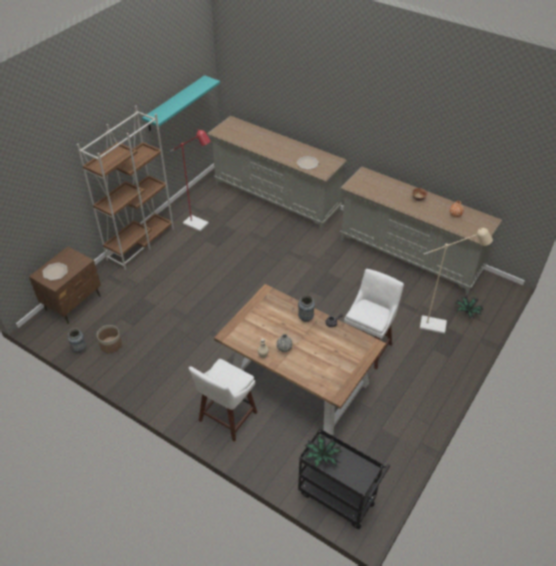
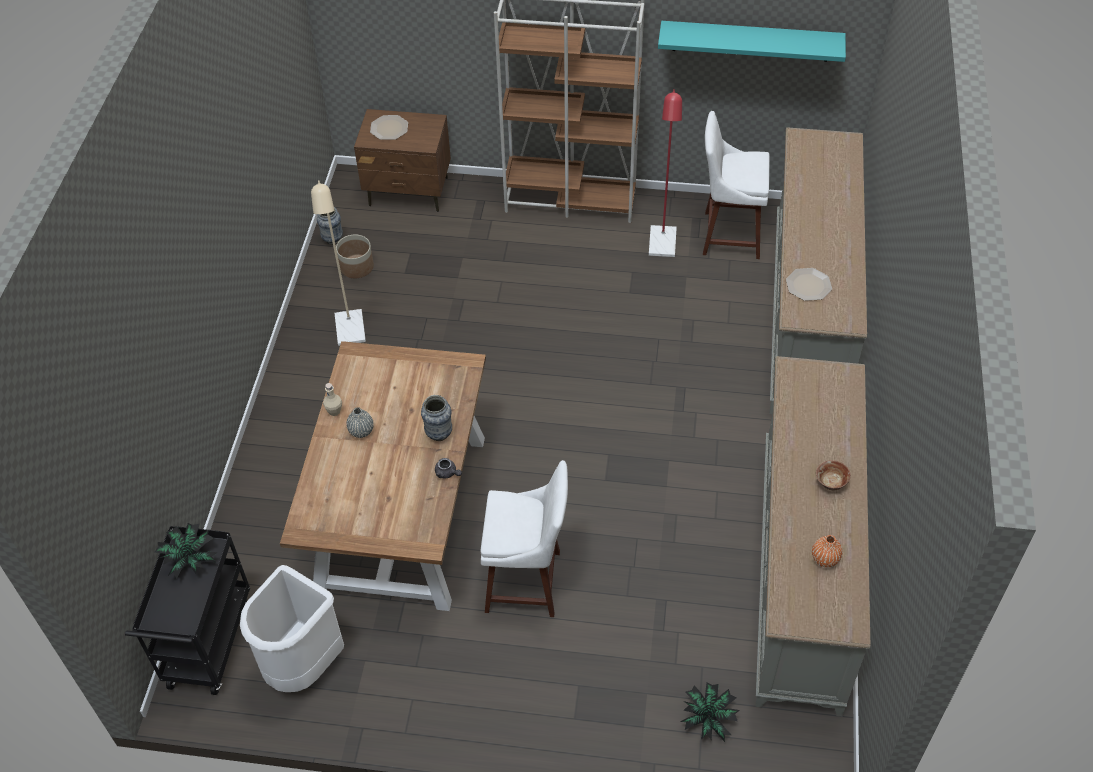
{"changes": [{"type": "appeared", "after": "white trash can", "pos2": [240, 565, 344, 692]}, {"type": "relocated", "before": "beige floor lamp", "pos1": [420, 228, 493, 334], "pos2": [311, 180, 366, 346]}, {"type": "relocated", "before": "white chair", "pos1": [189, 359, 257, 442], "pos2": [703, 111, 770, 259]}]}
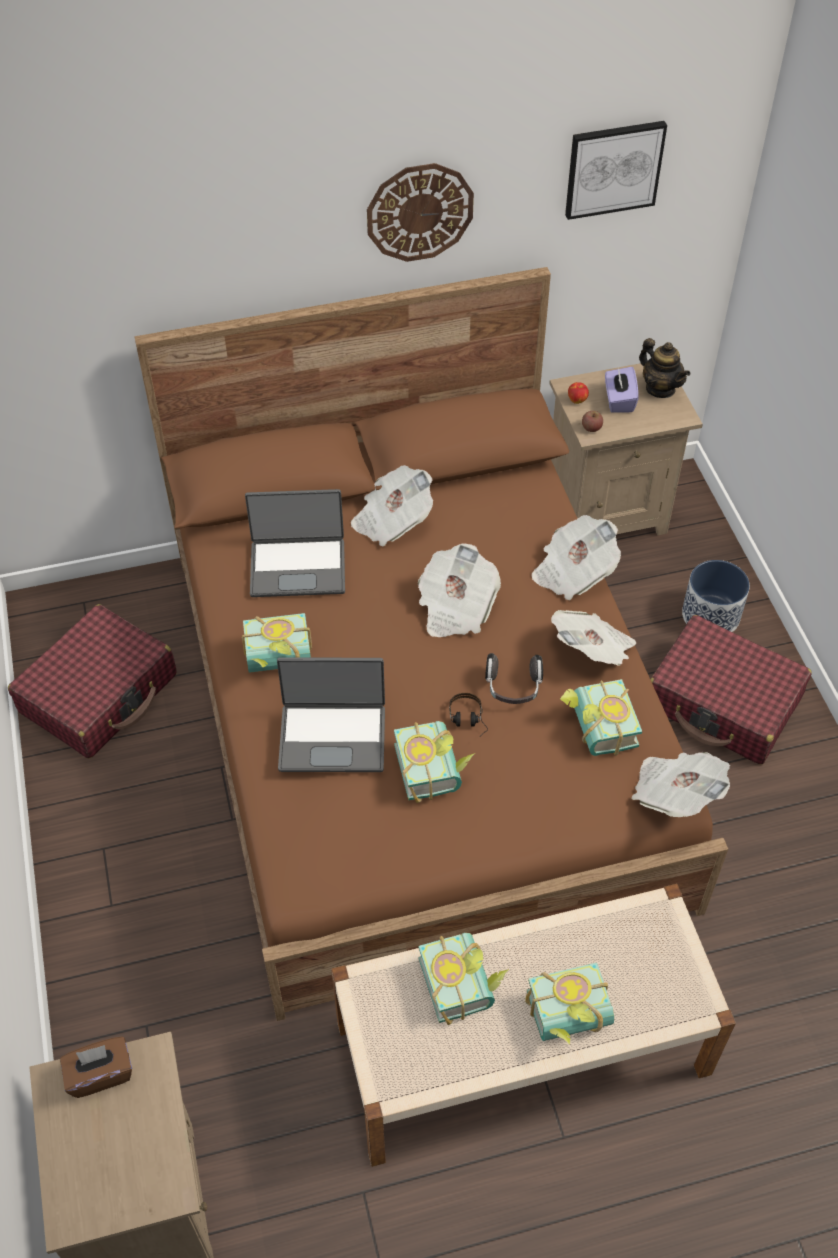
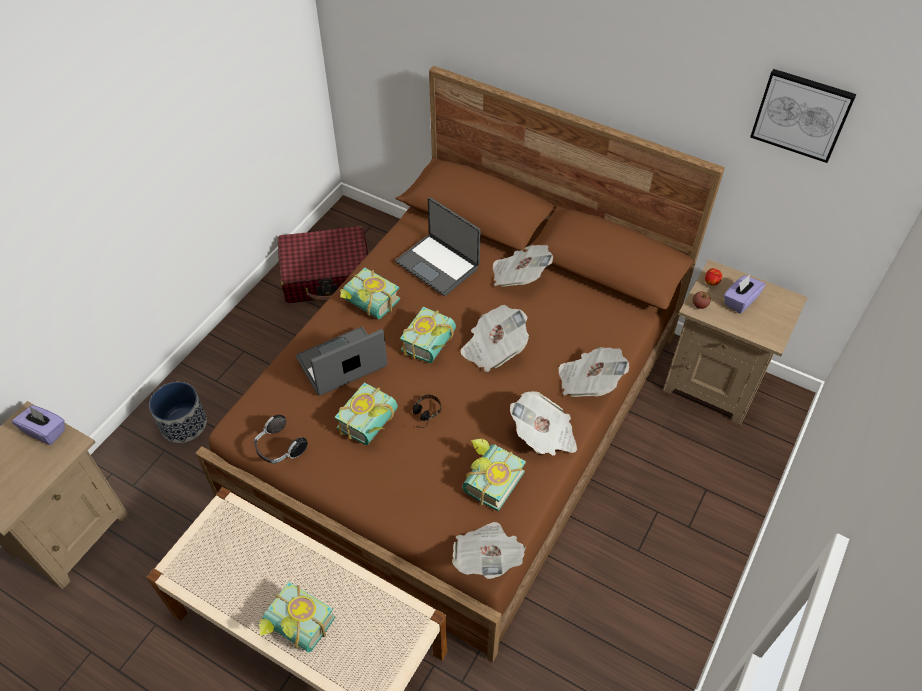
{"changes": [{"type": "colour", "before": "brown tissue box", "after": "purple tissue box", "pos1": [60, 1036, 132, 1098], "pos2": [12, 405, 65, 445]}, {"type": "relocated", "before": "planter", "pos1": [682, 560, 750, 632], "pos2": [149, 382, 207, 443]}, {"type": "relocated", "before": "headphones", "pos1": [485, 653, 543, 704], "pos2": [254, 415, 308, 463]}, {"type": "spun", "before": "laptop", "pos1": [277, 657, 385, 772], "pos2": [296, 327, 387, 396], "turn": 105}, {"type": "relocated", "before": "book", "pos1": [419, 933, 509, 1025], "pos2": [400, 307, 456, 363]}, {"type": "missing", "before": "wall clock", "pos1": [367, 163, 474, 262]}, {"type": "missing", "before": "teapot", "pos1": [639, 338, 690, 398]}, {"type": "missing", "before": "red suitcase", "pos1": [650, 615, 812, 765]}]}
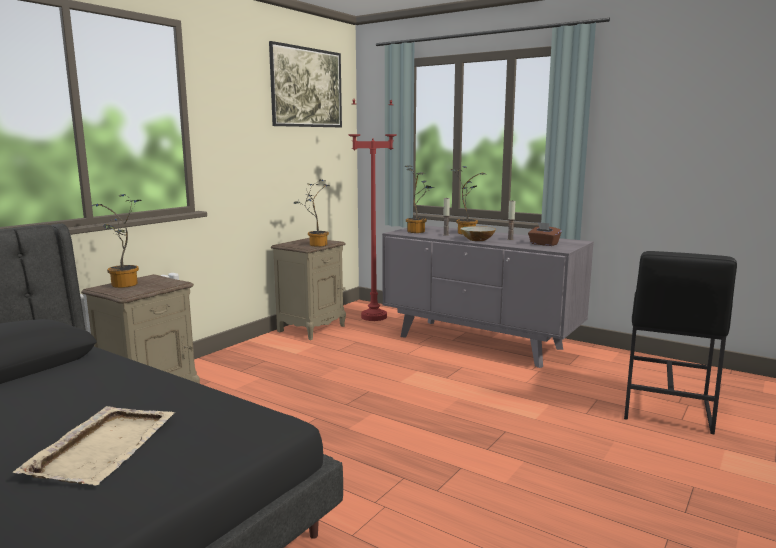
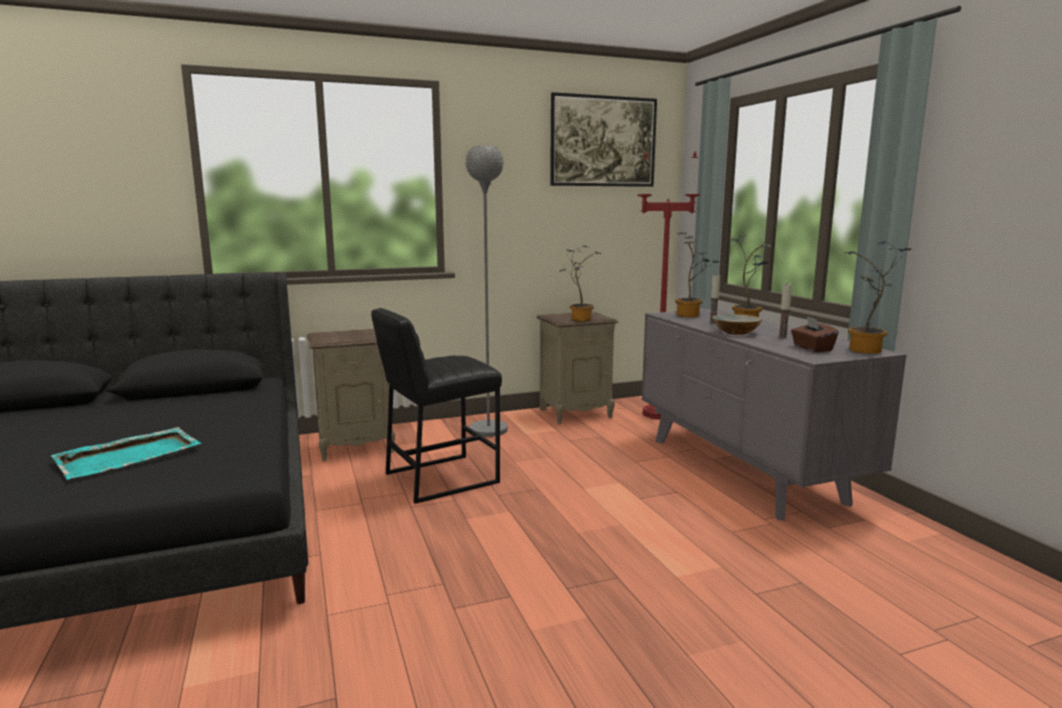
{"changes": [{"type": "colour", "before": "beige tray", "after": "turquoise tray", "pos1": [13, 406, 175, 485], "pos2": [51, 427, 201, 480]}, {"type": "relocated", "before": "black chair", "pos1": [624, 251, 737, 434], "pos2": [371, 308, 502, 504]}, {"type": "appeared", "after": "grey floor lamp", "pos2": [466, 145, 508, 437]}, {"type": "relocated", "before": "potted plant", "pos1": [91, 194, 142, 288], "pos2": [844, 241, 911, 354]}]}
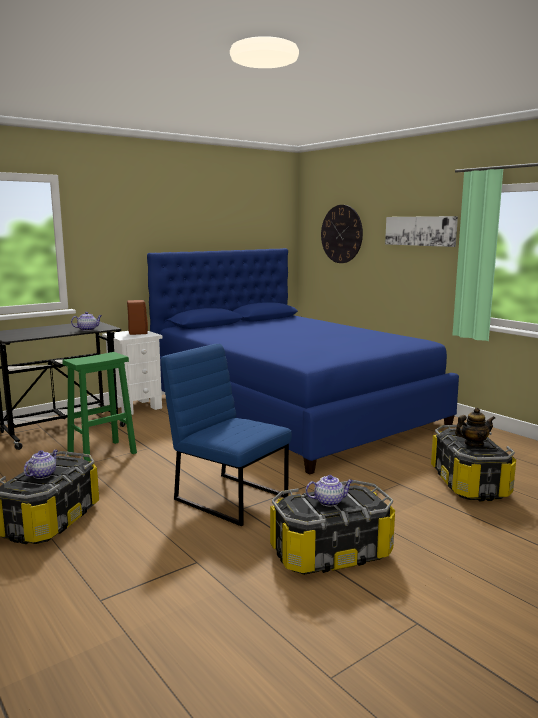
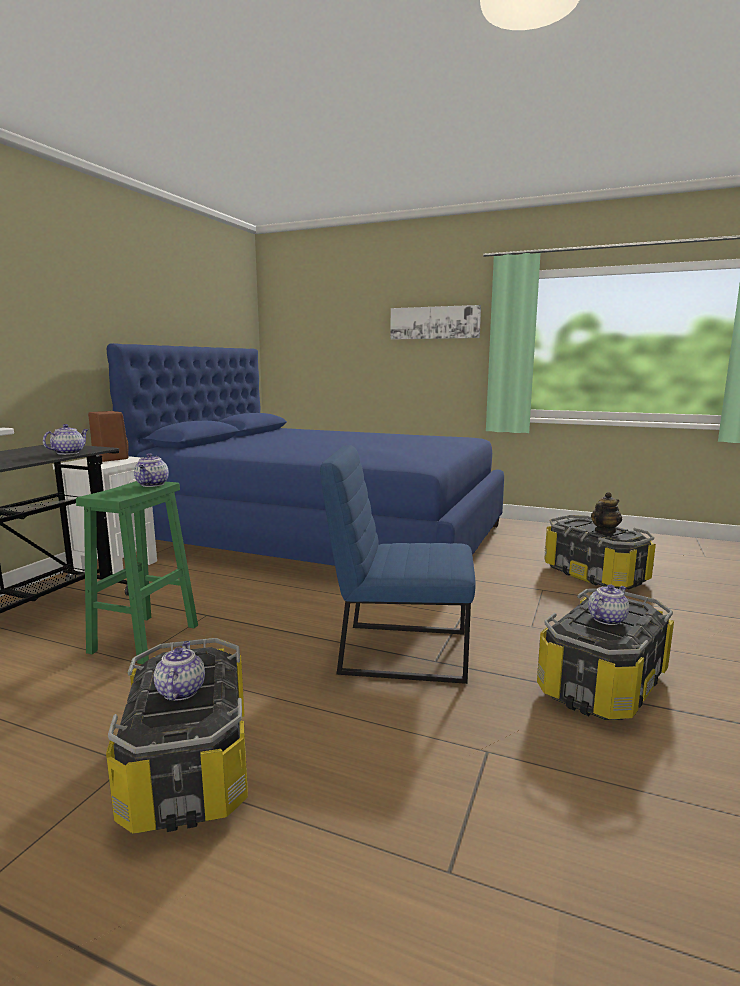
{"changes": [{"type": "appeared", "after": "teapot", "pos2": [134, 453, 169, 487]}, {"type": "missing", "before": "wall clock", "pos1": [321, 205, 363, 263]}]}
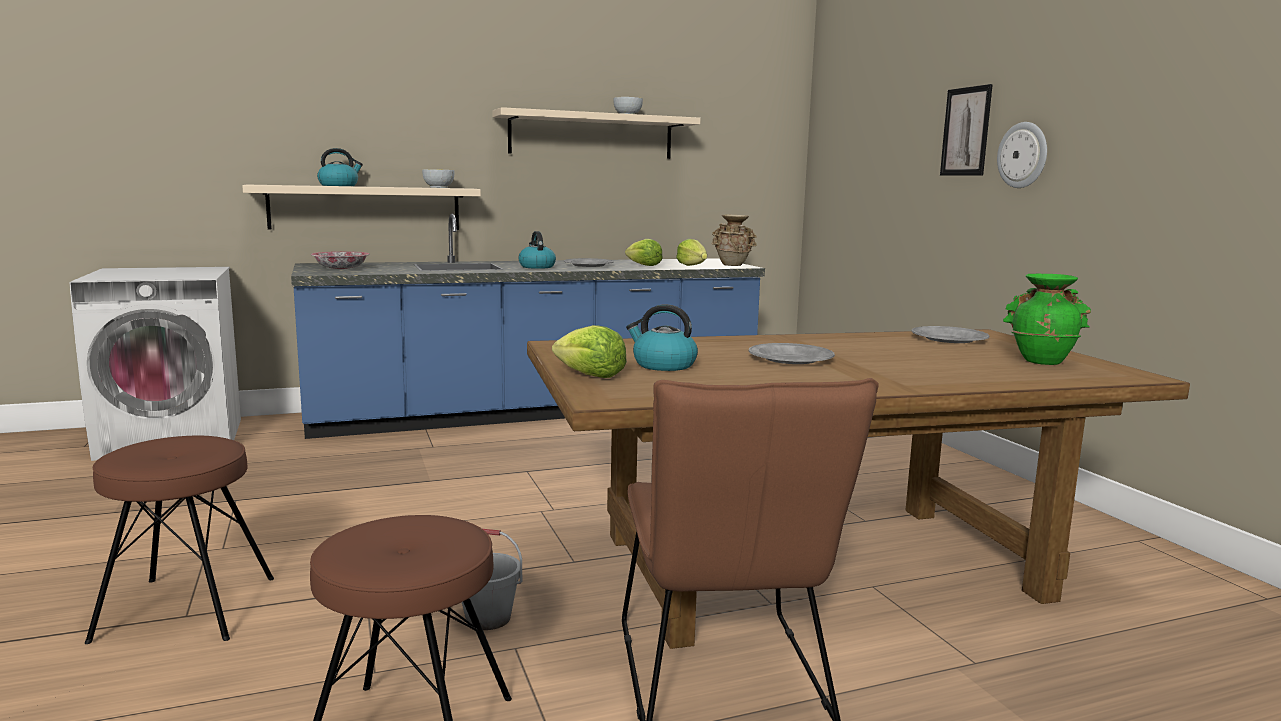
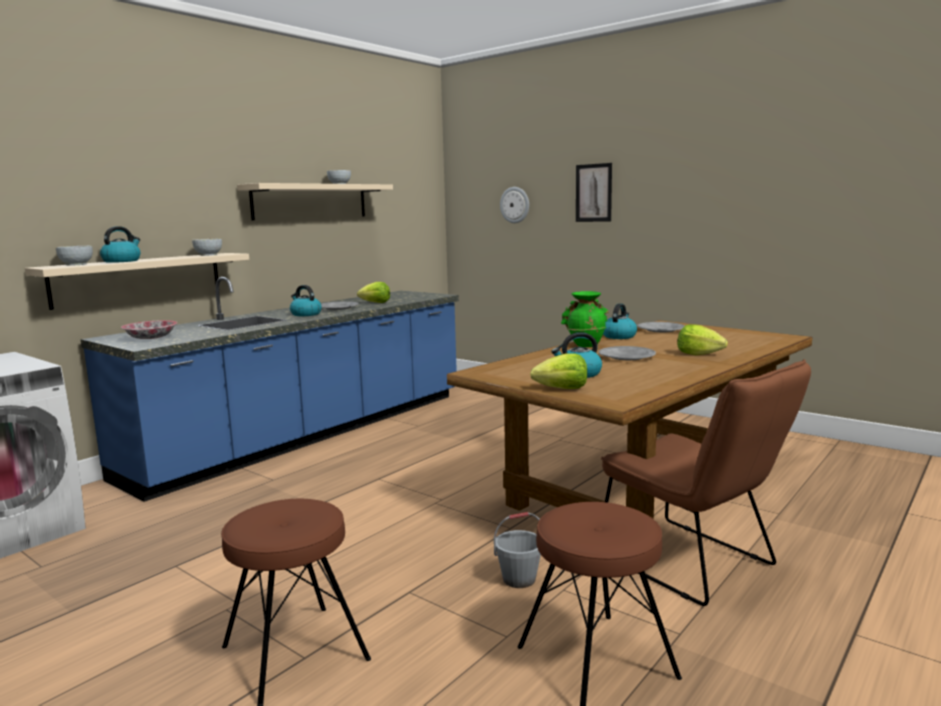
{"changes": [{"type": "appeared", "after": "bowl", "pos2": [56, 246, 93, 266]}, {"type": "relocated", "before": "wall clock", "pos1": [997, 122, 1047, 188], "pos2": [500, 187, 529, 223]}, {"type": "relocated", "before": "green vase", "pos1": [1003, 274, 1091, 365], "pos2": [561, 291, 608, 347]}, {"type": "appeared", "after": "kettle", "pos2": [603, 304, 637, 339]}, {"type": "relocated", "before": "lettuce", "pos1": [676, 239, 707, 266], "pos2": [677, 324, 728, 355]}, {"type": "missing", "before": "beige vase", "pos1": [711, 215, 757, 266]}]}
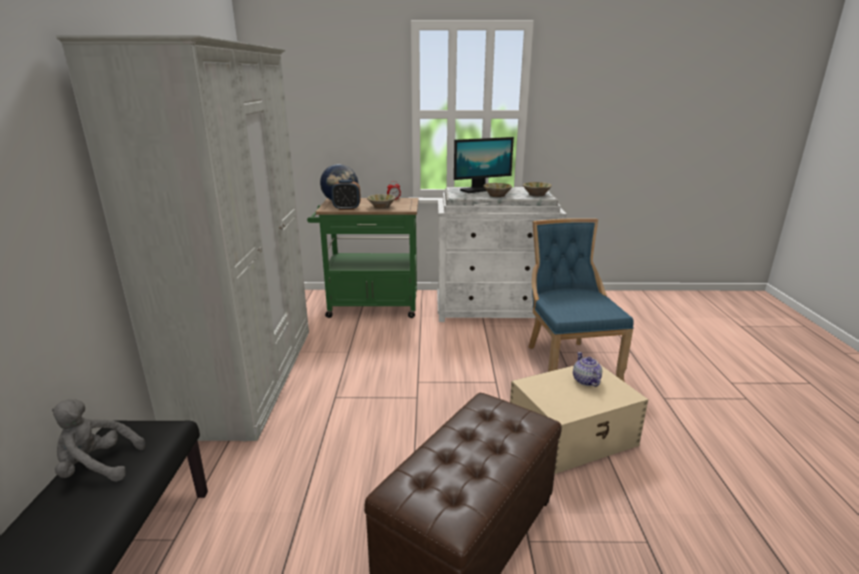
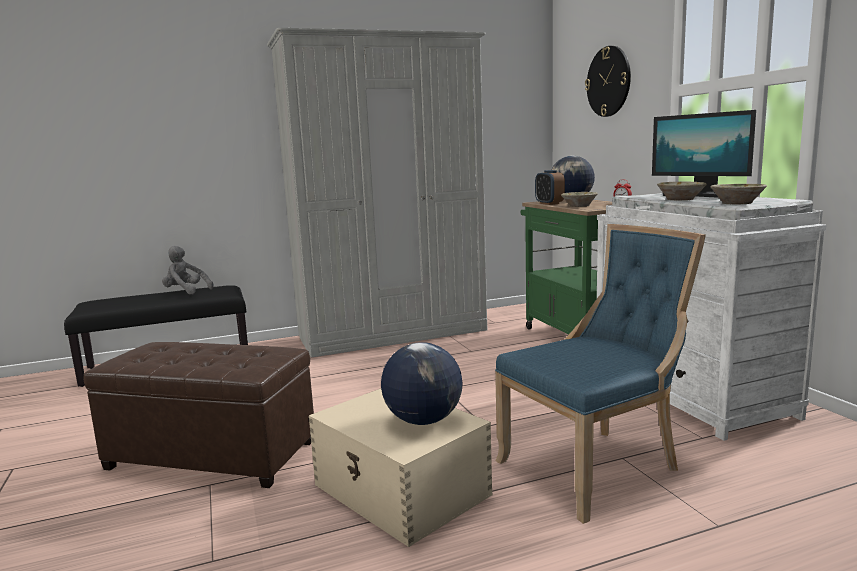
{"changes": [{"type": "spun", "before": "grey plush toy", "pos1": [52, 399, 146, 482], "pos2": [162, 246, 214, 295], "turn": -45}, {"type": "exchanged", "before": "teapot", "after": "globe", "pos1": [573, 352, 602, 387], "pos2": [381, 342, 463, 425]}, {"type": "appeared", "after": "wall clock", "pos2": [585, 46, 631, 117]}]}
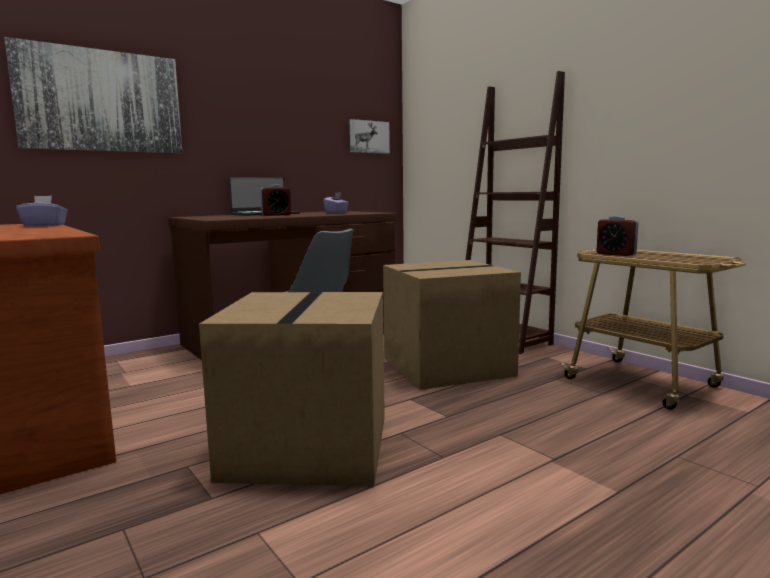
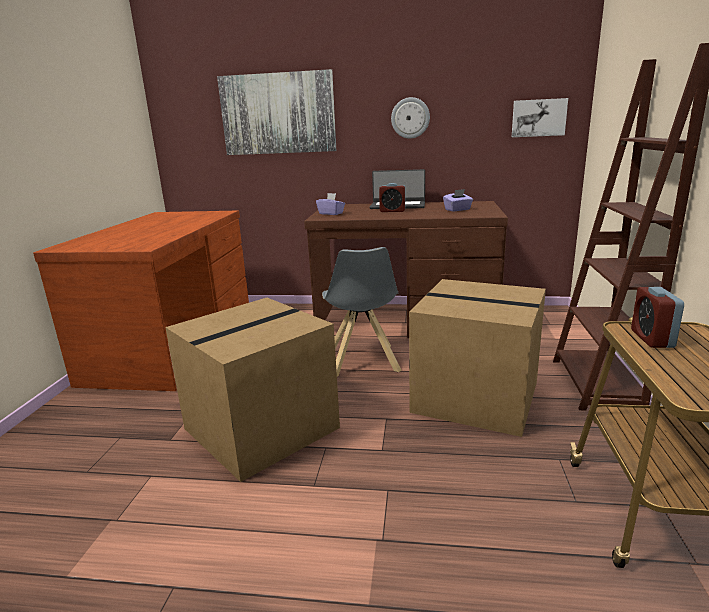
{"changes": [{"type": "relocated", "before": "purple tissue box", "pos1": [16, 195, 68, 227], "pos2": [316, 193, 345, 215]}, {"type": "appeared", "after": "wall clock", "pos2": [391, 97, 430, 139]}]}
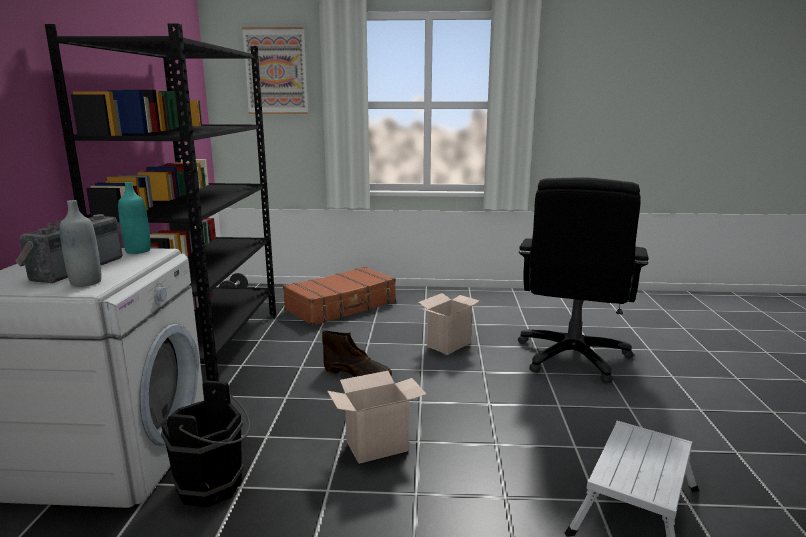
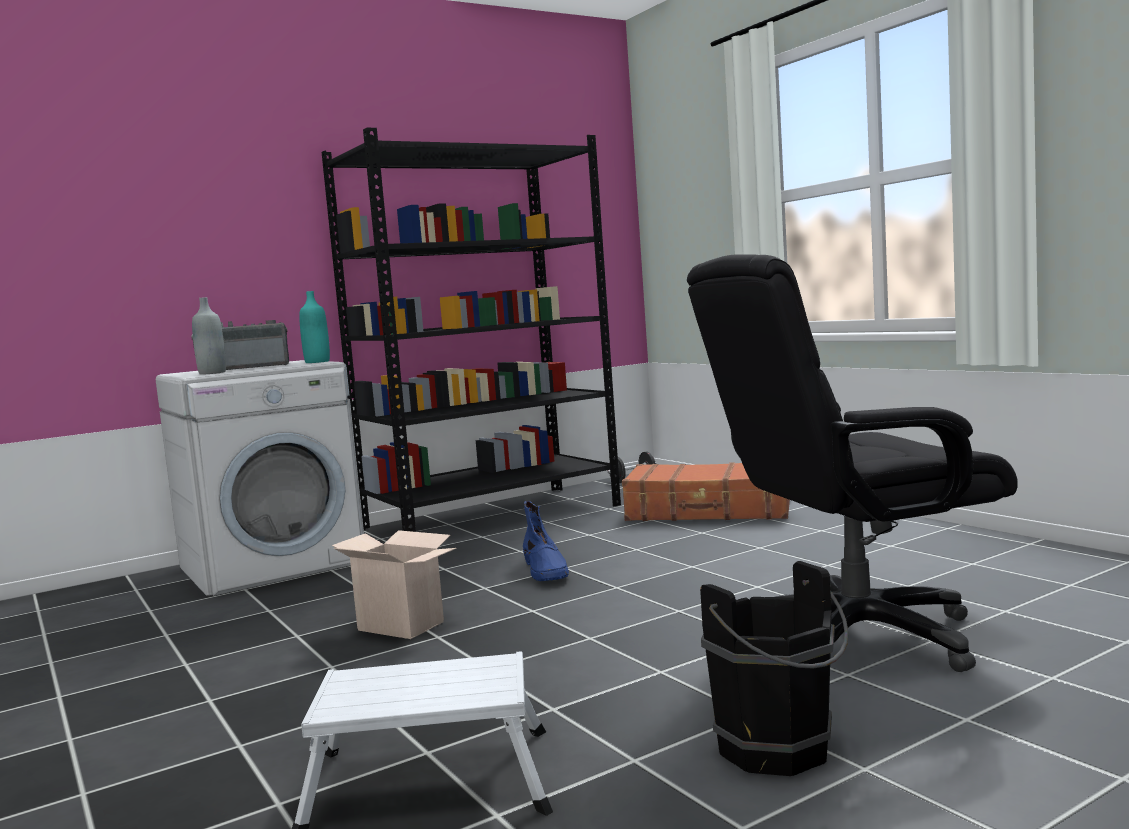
{"changes": [{"type": "colour", "before": "brown boot", "after": "blue boot", "pos1": [322, 330, 392, 377], "pos2": [523, 501, 570, 581]}, {"type": "relocated", "before": "black bucket", "pos1": [161, 380, 251, 507], "pos2": [700, 561, 849, 776]}, {"type": "missing", "before": "picture", "pos1": [242, 27, 308, 114]}, {"type": "missing", "before": "cardboard box", "pos1": [418, 293, 480, 355]}]}
